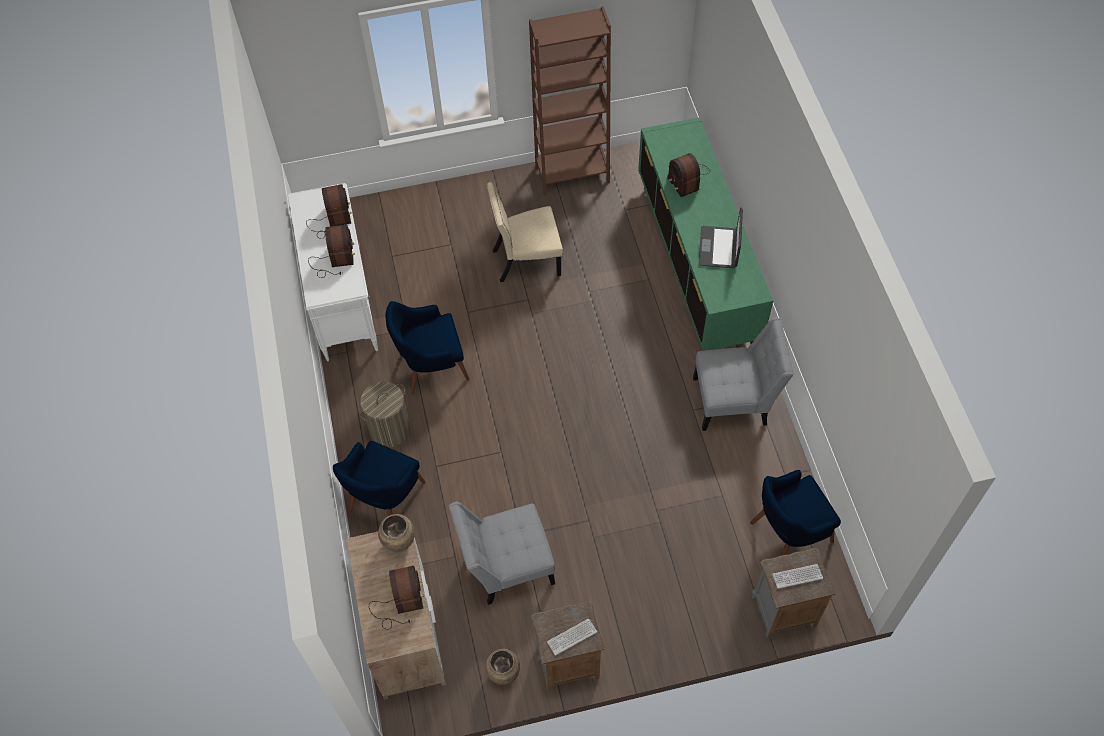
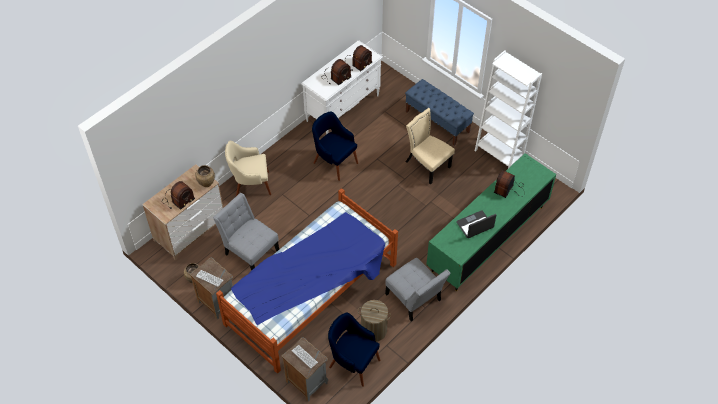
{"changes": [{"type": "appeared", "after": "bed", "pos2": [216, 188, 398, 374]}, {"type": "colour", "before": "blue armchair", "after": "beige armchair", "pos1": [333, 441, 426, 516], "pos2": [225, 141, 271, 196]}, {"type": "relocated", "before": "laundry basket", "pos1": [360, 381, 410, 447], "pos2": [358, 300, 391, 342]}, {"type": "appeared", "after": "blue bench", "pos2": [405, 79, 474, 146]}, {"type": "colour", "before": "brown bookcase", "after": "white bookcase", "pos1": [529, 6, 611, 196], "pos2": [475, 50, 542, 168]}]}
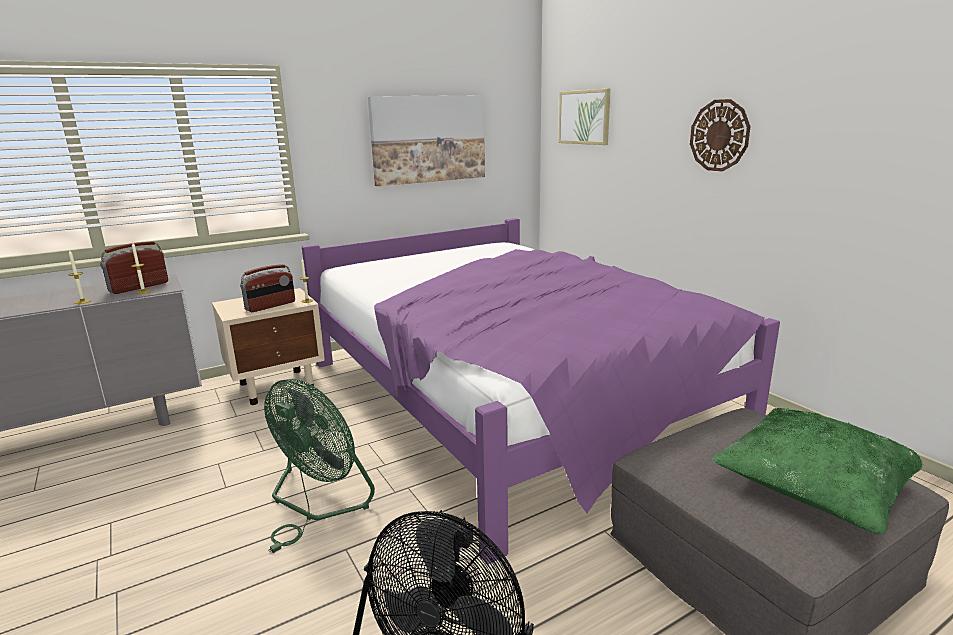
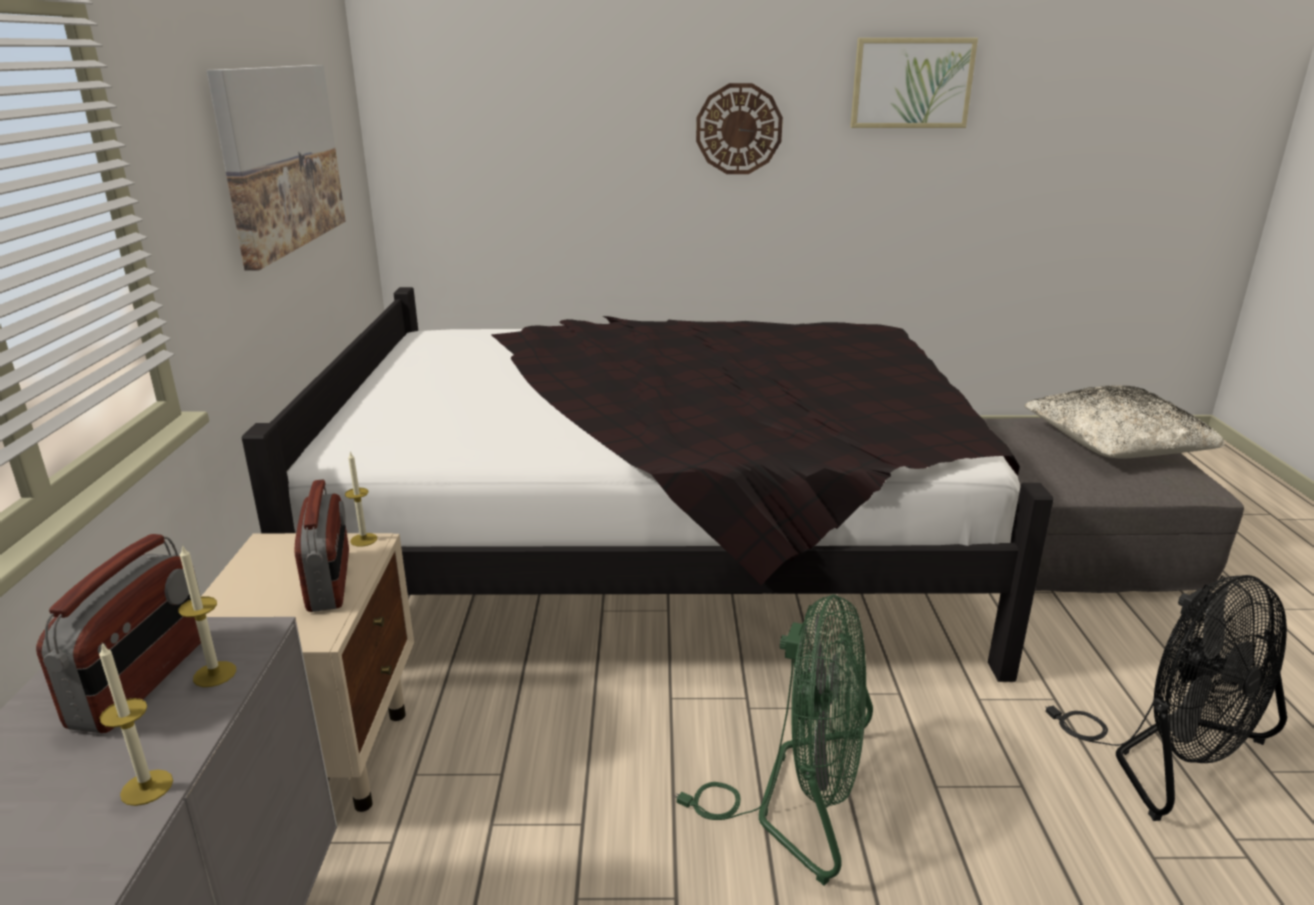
{"changes": [{"type": "spun", "before": "radio", "pos1": [100, 241, 168, 294], "pos2": [36, 534, 201, 733], "turn": -150}, {"type": "colour", "before": "purple bed", "after": "black bed", "pos1": [302, 218, 780, 564], "pos2": [242, 287, 1054, 682]}, {"type": "spun", "before": "green fan", "pos1": [264, 379, 375, 553], "pos2": [676, 594, 873, 886], "turn": 135}, {"type": "relocated", "before": "picture", "pos1": [559, 88, 611, 145], "pos2": [850, 38, 978, 128]}, {"type": "colour", "before": "green pillow", "after": "beige pillow", "pos1": [712, 408, 923, 535], "pos2": [1024, 385, 1224, 458]}]}
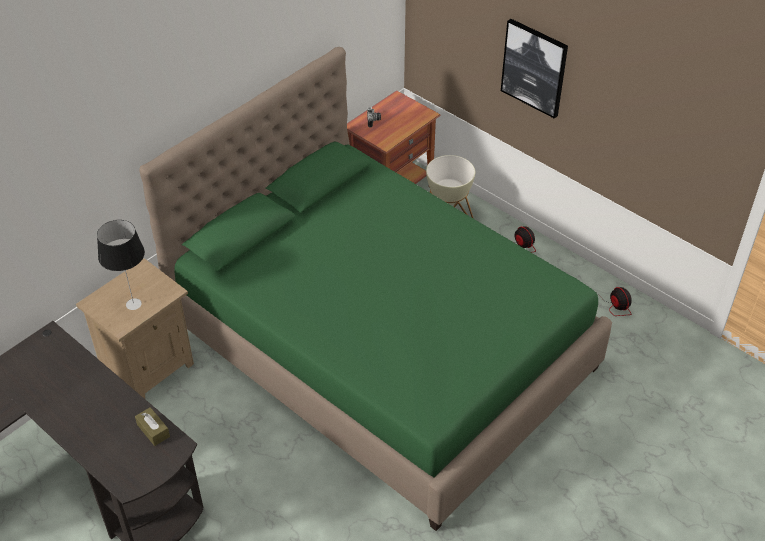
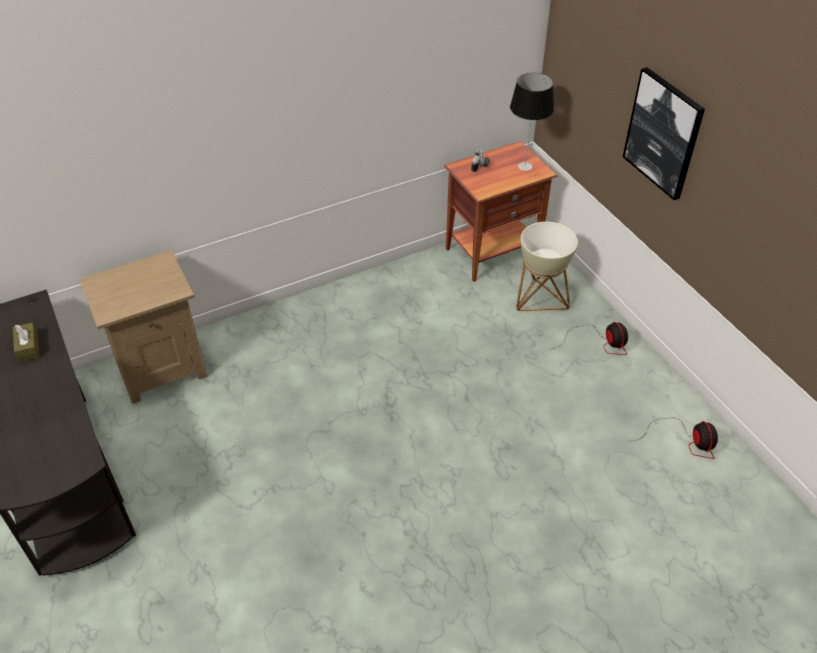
{"changes": [{"type": "relocated", "before": "brown tissue box", "pos1": [135, 407, 170, 446], "pos2": [13, 323, 39, 362]}, {"type": "relocated", "before": "table lamp", "pos1": [97, 220, 145, 310], "pos2": [510, 73, 554, 171]}, {"type": "missing", "before": "green bed", "pos1": [139, 47, 612, 531]}]}
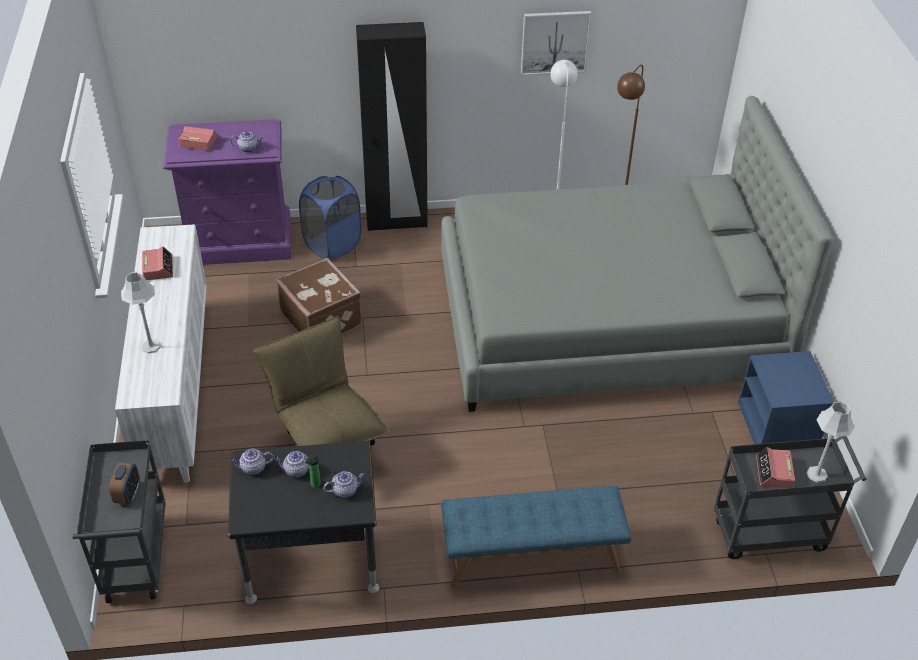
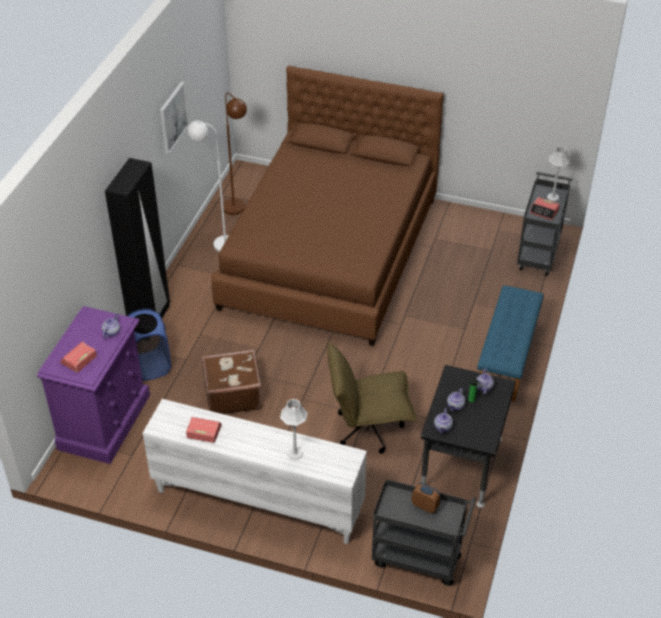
{"changes": [{"type": "colour", "before": "grey bed", "after": "brown bed", "pos1": [441, 96, 834, 412], "pos2": [211, 66, 444, 346]}, {"type": "missing", "before": "blue nightstand", "pos1": [738, 351, 834, 444]}]}
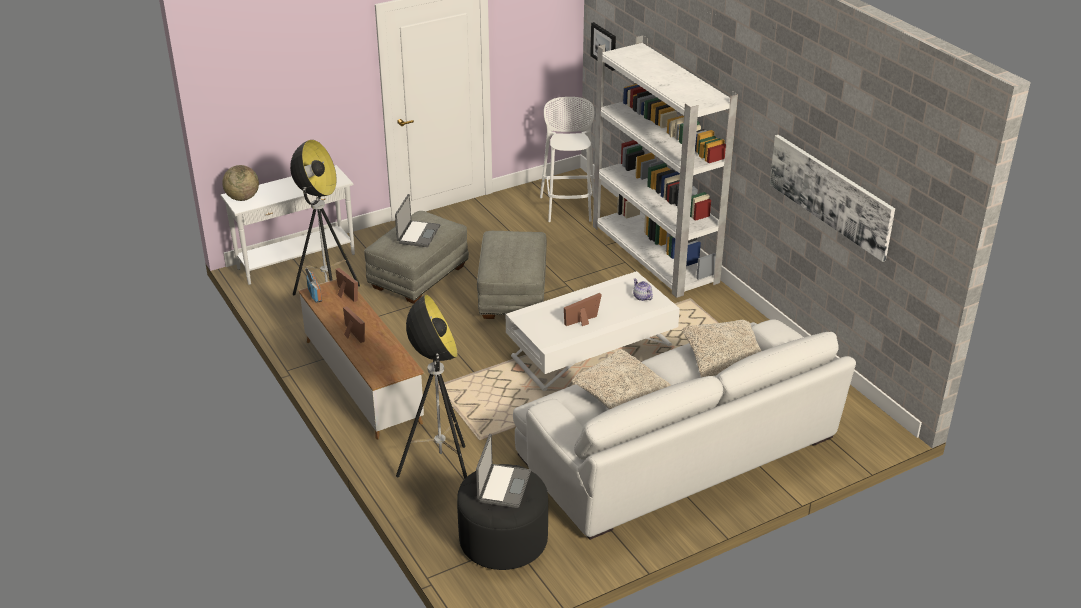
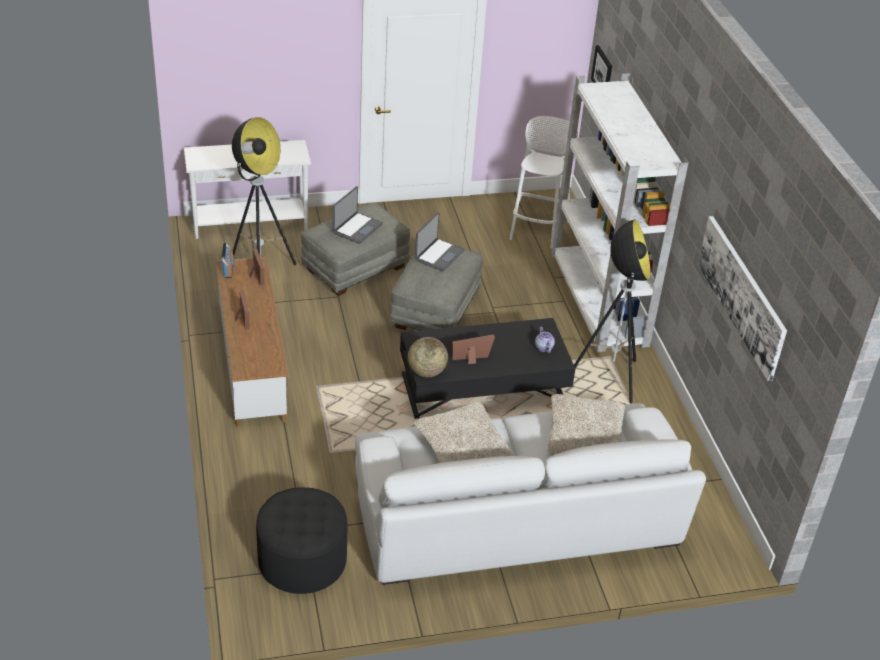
{"changes": [{"type": "colour", "before": "white coffee table", "after": "black coffee table", "pos1": [506, 271, 680, 391], "pos2": [400, 318, 575, 419]}, {"type": "relocated", "before": "globe", "pos1": [222, 165, 259, 201], "pos2": [408, 337, 448, 377]}, {"type": "relocated", "before": "laptop", "pos1": [476, 434, 531, 508], "pos2": [415, 212, 465, 272]}, {"type": "relocated", "before": "floor lamp", "pos1": [396, 294, 467, 479], "pos2": [574, 219, 651, 404]}]}
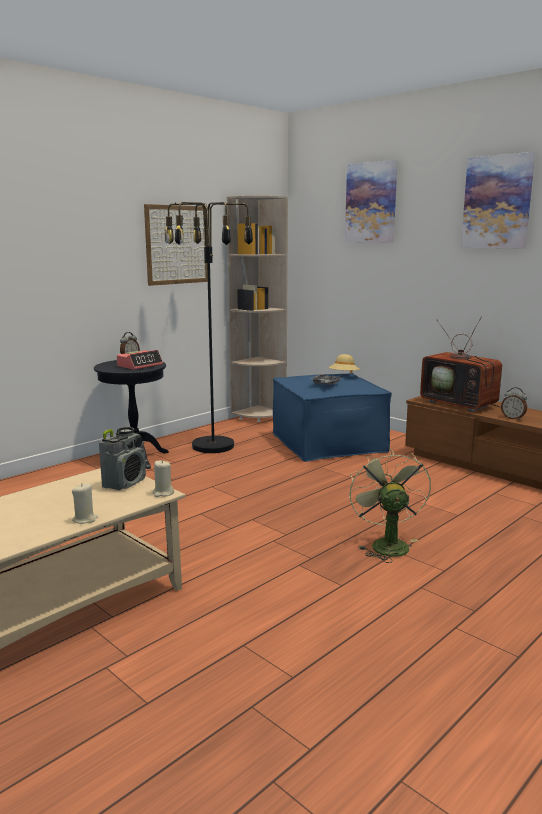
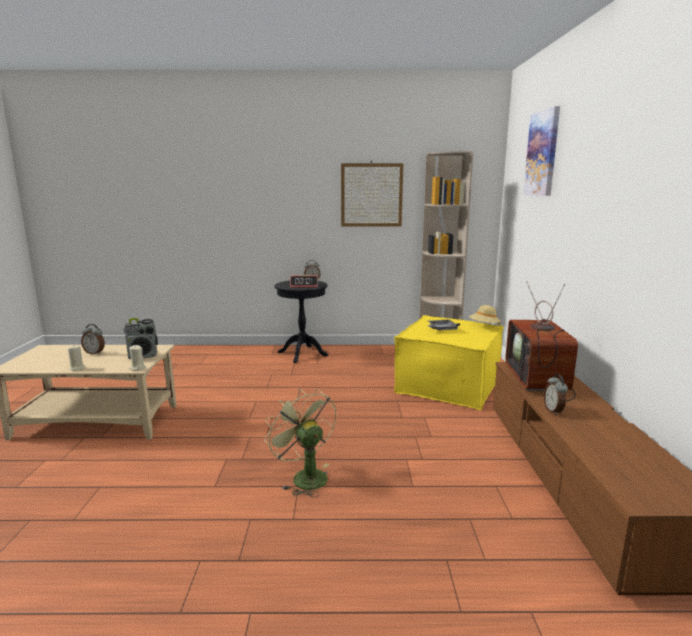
{"changes": [{"type": "appeared", "after": "alarm clock", "pos2": [81, 324, 105, 355]}, {"type": "spun", "before": "green fan", "pos1": [349, 448, 431, 563], "pos2": [265, 389, 336, 497], "turn": -75}, {"type": "colour", "before": "blue ottoman", "after": "yellow ottoman", "pos1": [273, 373, 392, 462], "pos2": [394, 315, 503, 410]}, {"type": "missing", "before": "floor lamp", "pos1": [165, 202, 253, 453]}, {"type": "missing", "before": "picture", "pos1": [461, 152, 535, 249]}]}
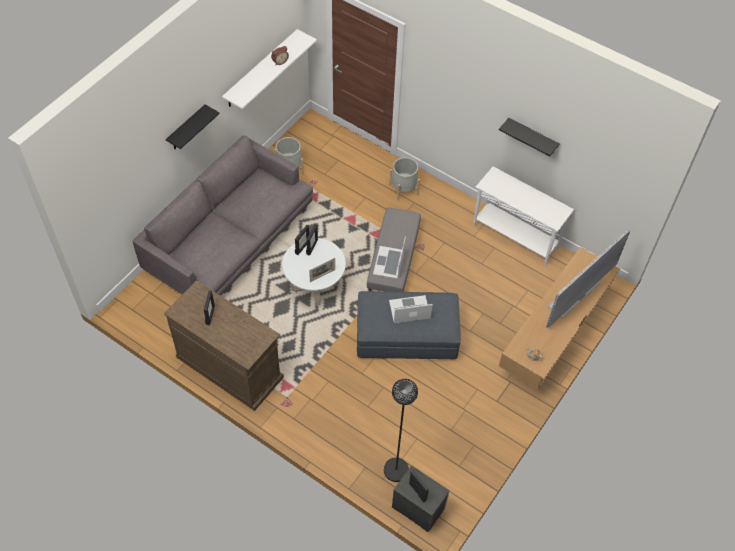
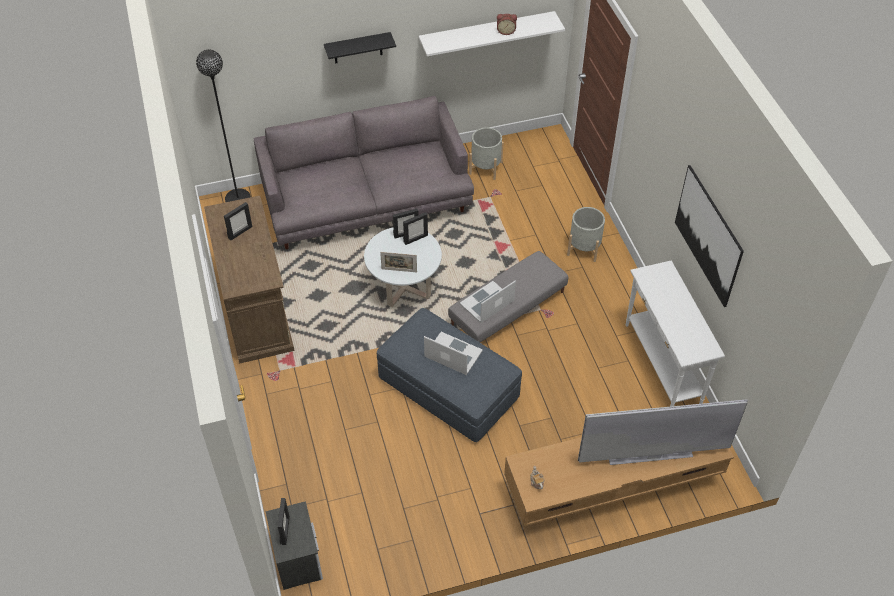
{"changes": [{"type": "relocated", "before": "black floor lamp", "pos1": [384, 379, 418, 482], "pos2": [196, 50, 251, 202]}, {"type": "exchanged", "before": "black shelf", "after": "picture", "pos1": [499, 118, 560, 156], "pos2": [675, 165, 744, 307]}]}
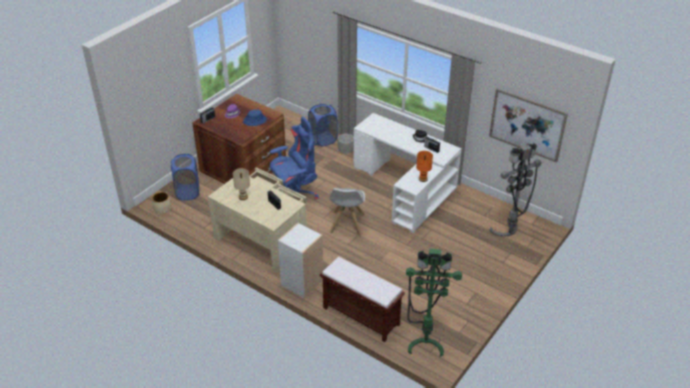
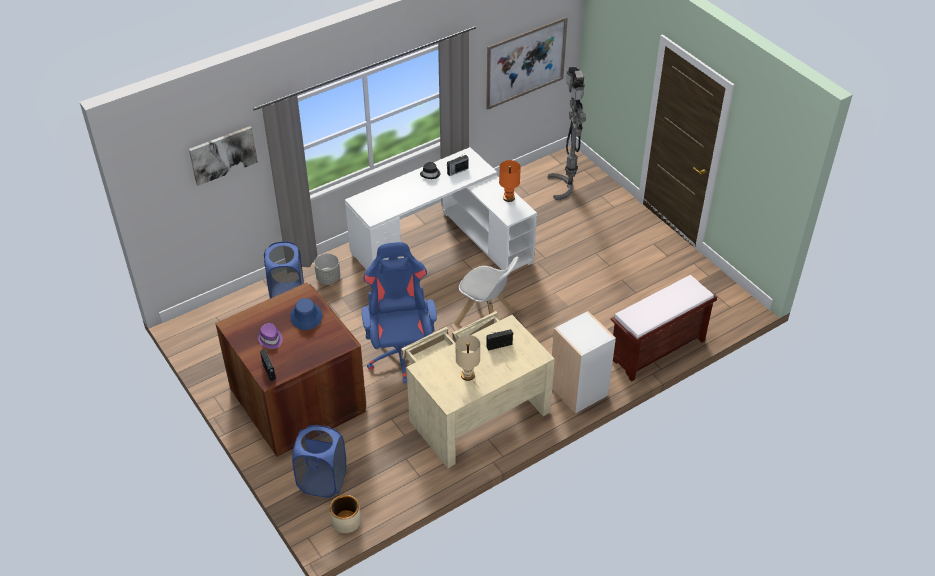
{"changes": [{"type": "appeared", "after": "picture", "pos2": [189, 126, 258, 186]}, {"type": "missing", "before": "green floor lamp", "pos1": [406, 249, 462, 357]}]}
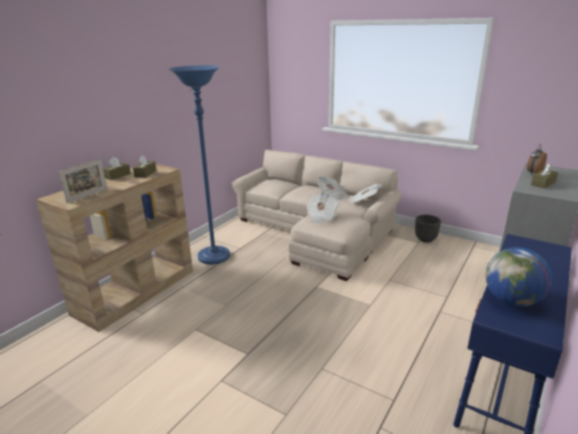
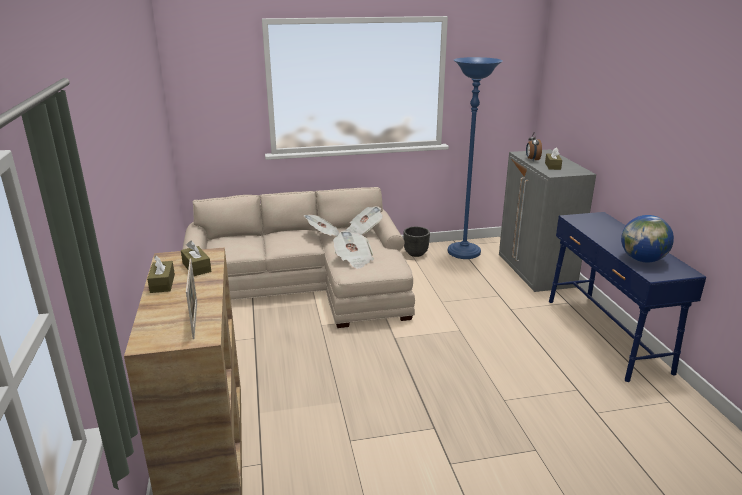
{"changes": [{"type": "relocated", "before": "blue floor lamp", "pos1": [169, 66, 230, 265], "pos2": [448, 57, 503, 259]}]}
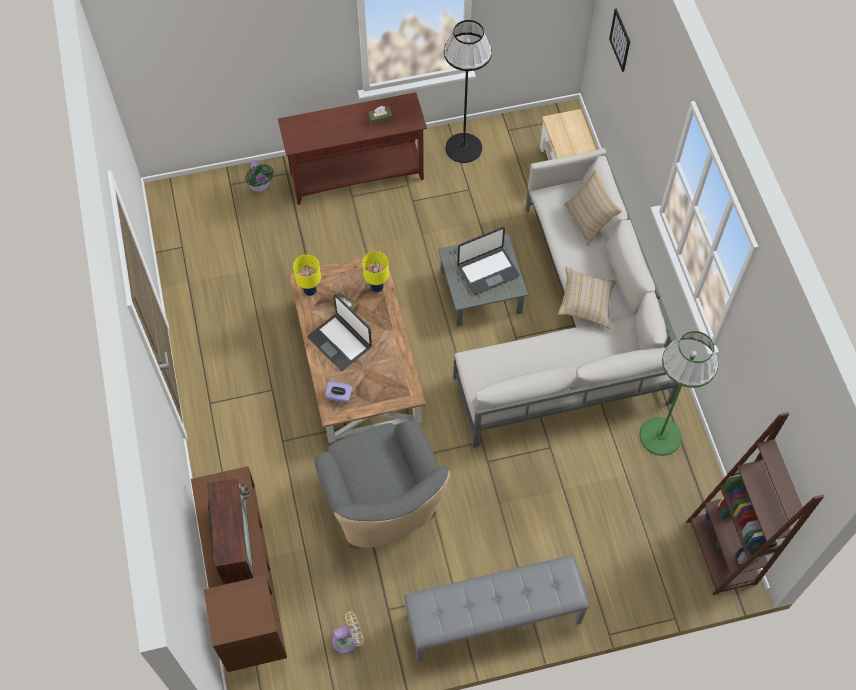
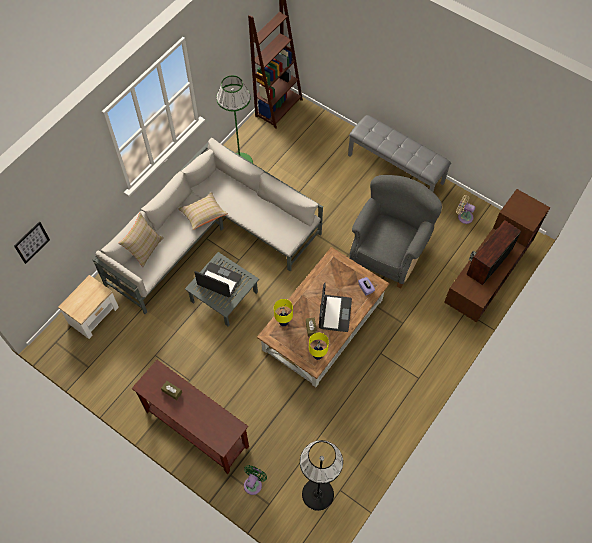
{"changes": [{"type": "relocated", "before": "black floor lamp", "pos1": [444, 20, 492, 163], "pos2": [300, 440, 343, 511]}]}
